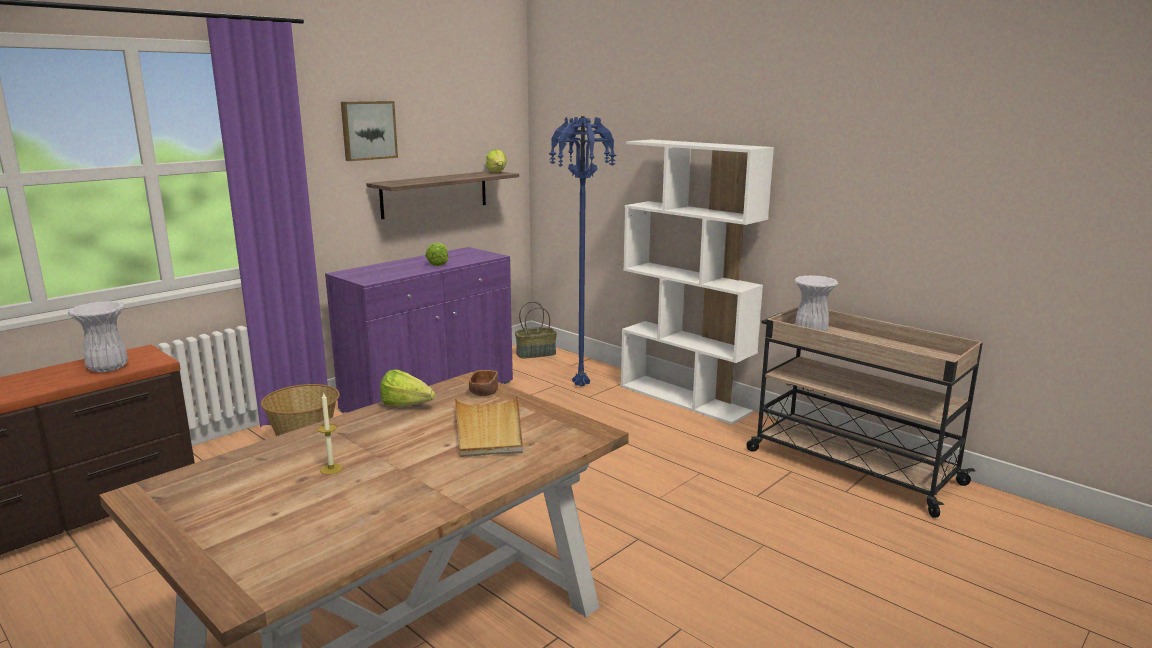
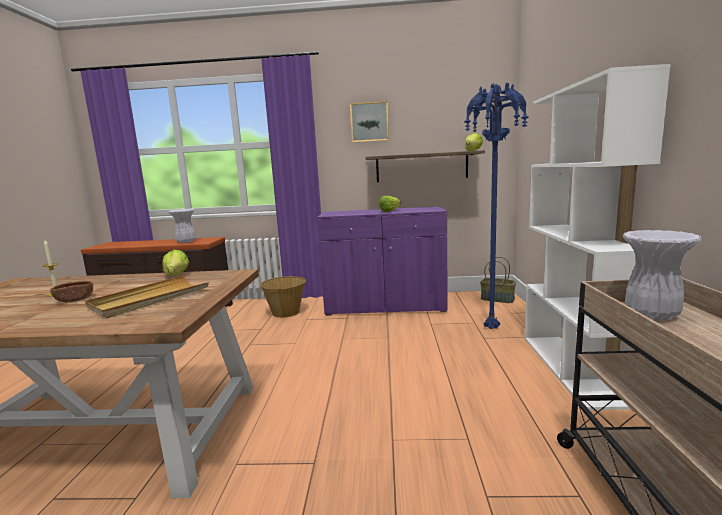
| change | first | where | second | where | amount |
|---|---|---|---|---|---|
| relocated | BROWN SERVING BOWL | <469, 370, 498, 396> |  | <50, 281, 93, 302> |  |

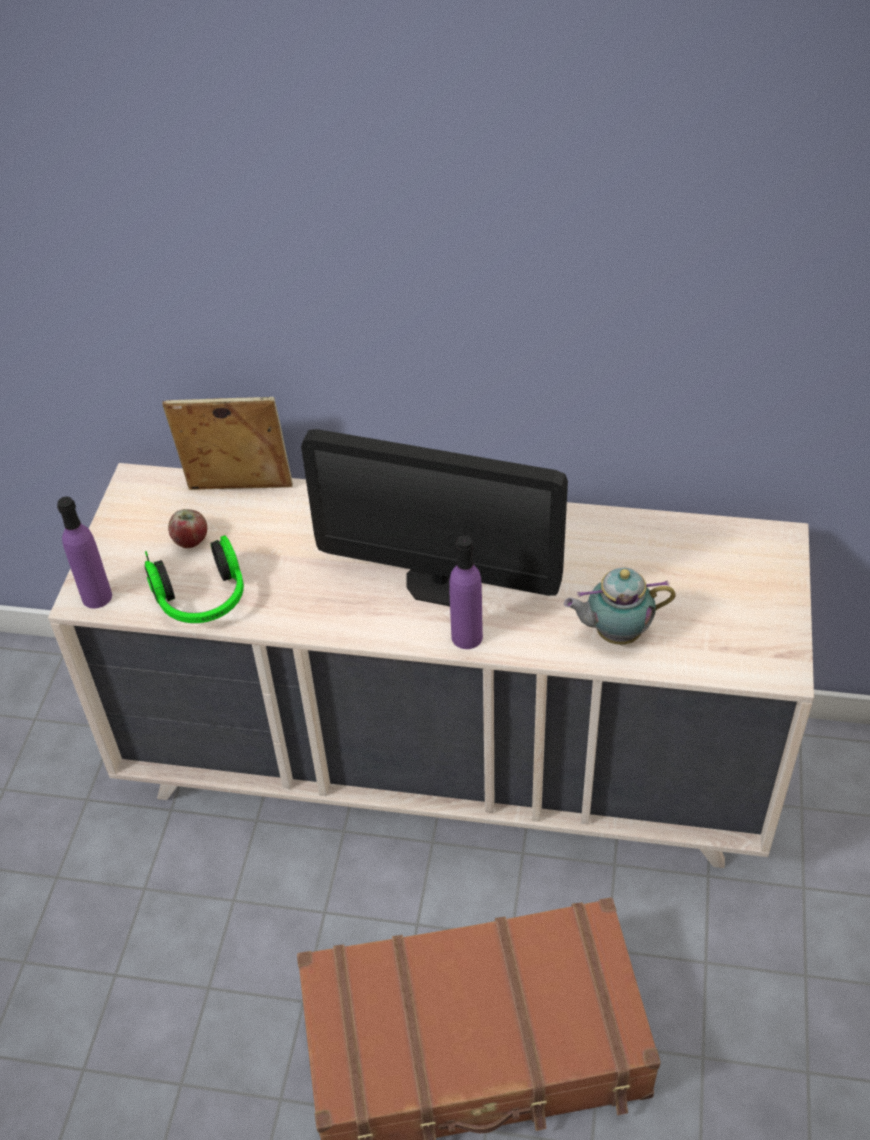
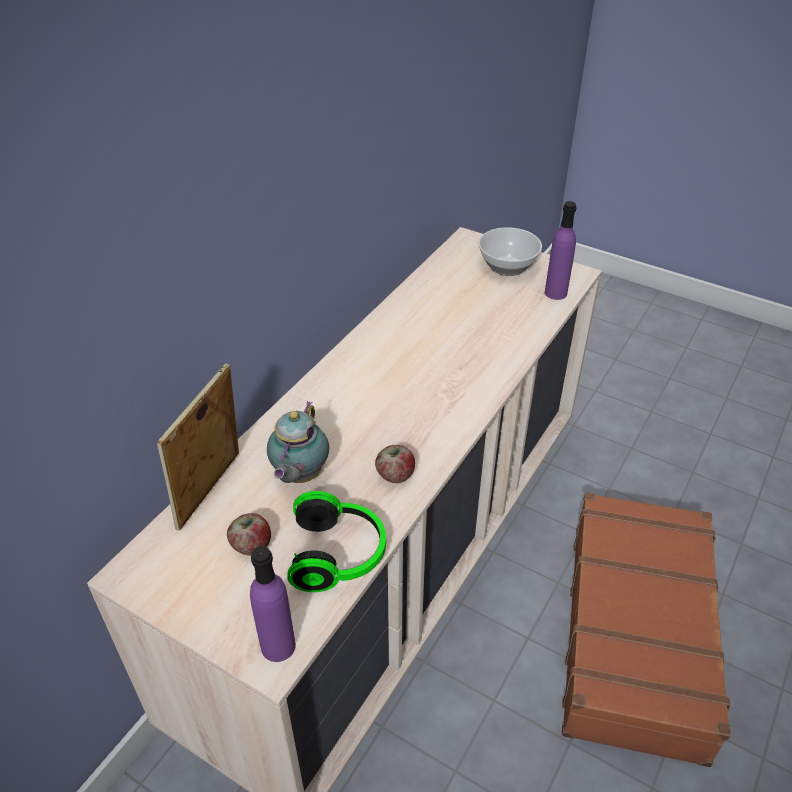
| change | first | where | second | where | amount |
|---|---|---|---|---|---|
| missing | COMPUTER SCREEN | <301, 429, 568, 606> |  |  |  |
| relocated | PURPLE BOTTLE | <449, 535, 483, 649> |  | <545, 201, 577, 300> |  |
| relocated | TEAPOT | <564, 568, 676, 645> |  | <267, 401, 329, 483> |  |
| appeared |  |  | SERVING BOWL | <478, 227, 542, 276> |  |
| appeared |  |  | WHOLE APPLE | <375, 445, 415, 483> |  |

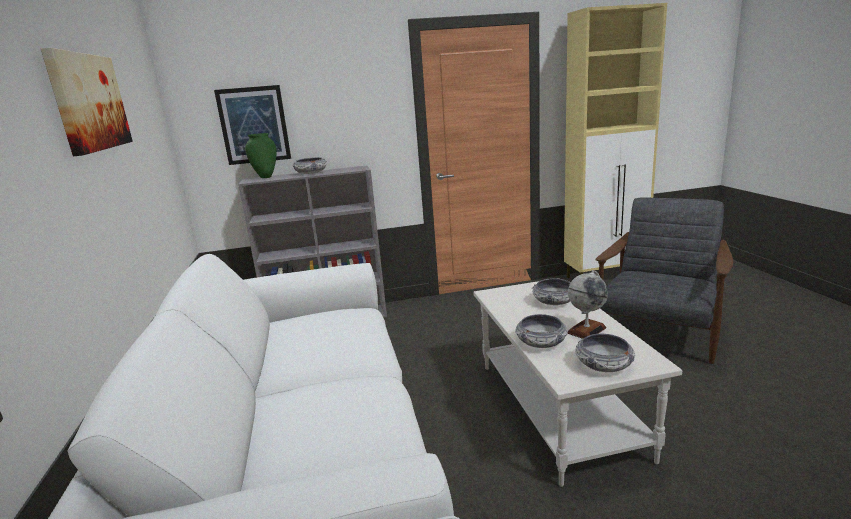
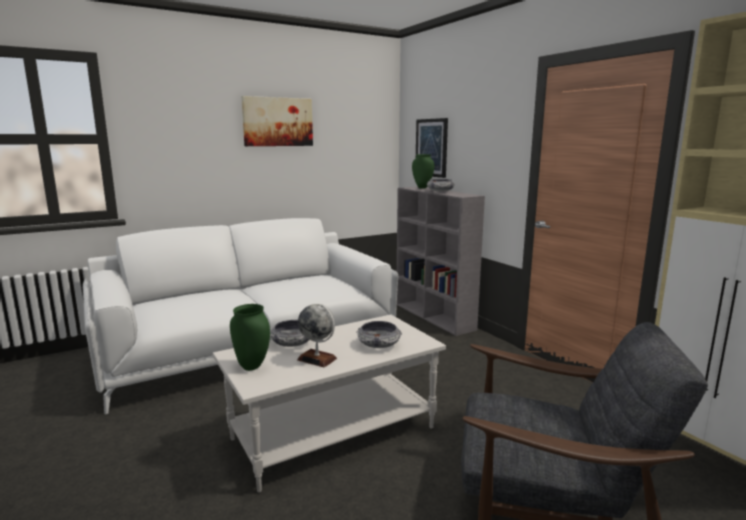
| change | first | where | second | where | amount |
|---|---|---|---|---|---|
| exchanged | SERVING BOWL | <575, 334, 635, 372> | GREEN VASE | <230, 304, 270, 371> |  |

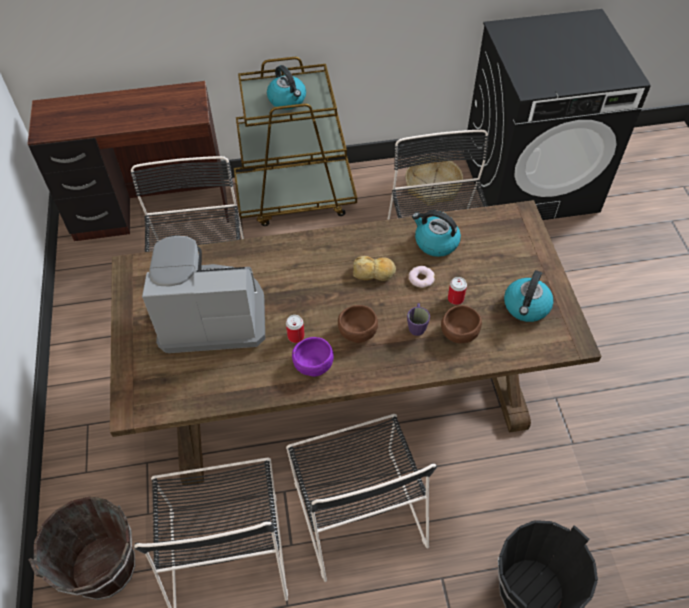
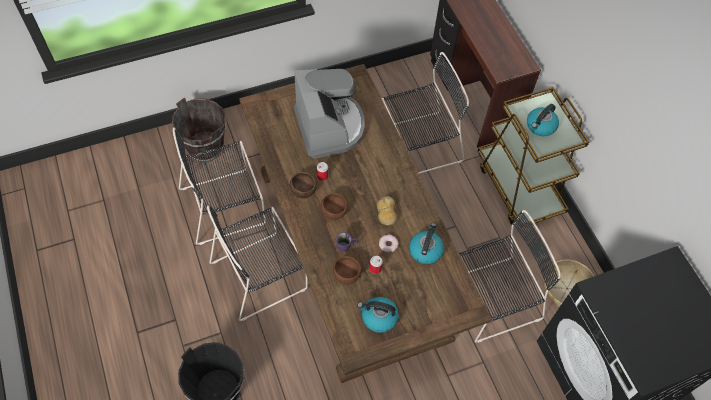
| change | first | where | second | where | amount |
|---|---|---|---|---|---|
| colour | PURPLE SERVING BOWL | <292, 337, 334, 377> | BROWN SERVING BOWL | <290, 172, 317, 199> |  |

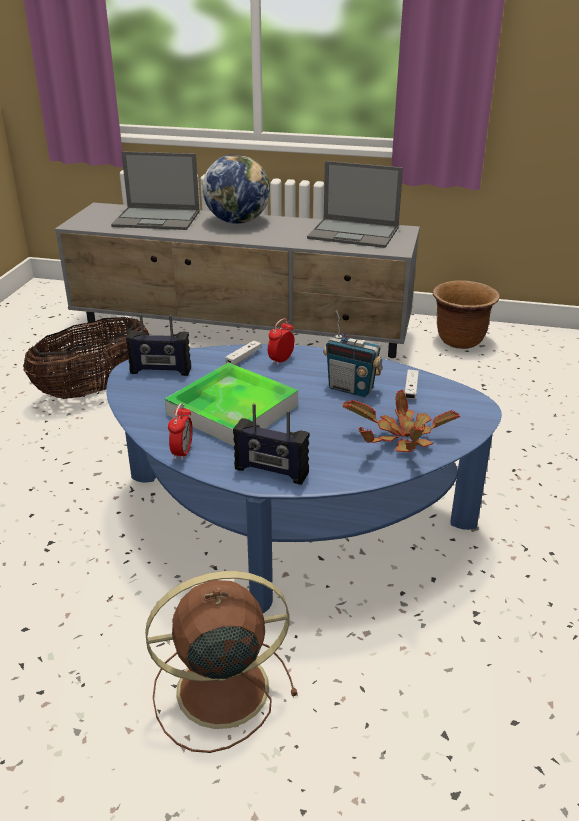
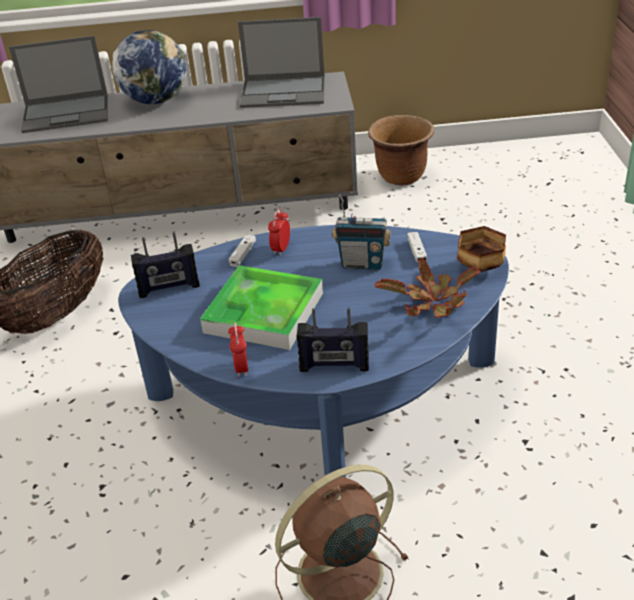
| change | first | where | second | where | amount |
|---|---|---|---|---|---|
| appeared |  |  | SERVING BOWL | <457, 226, 506, 272> |  |

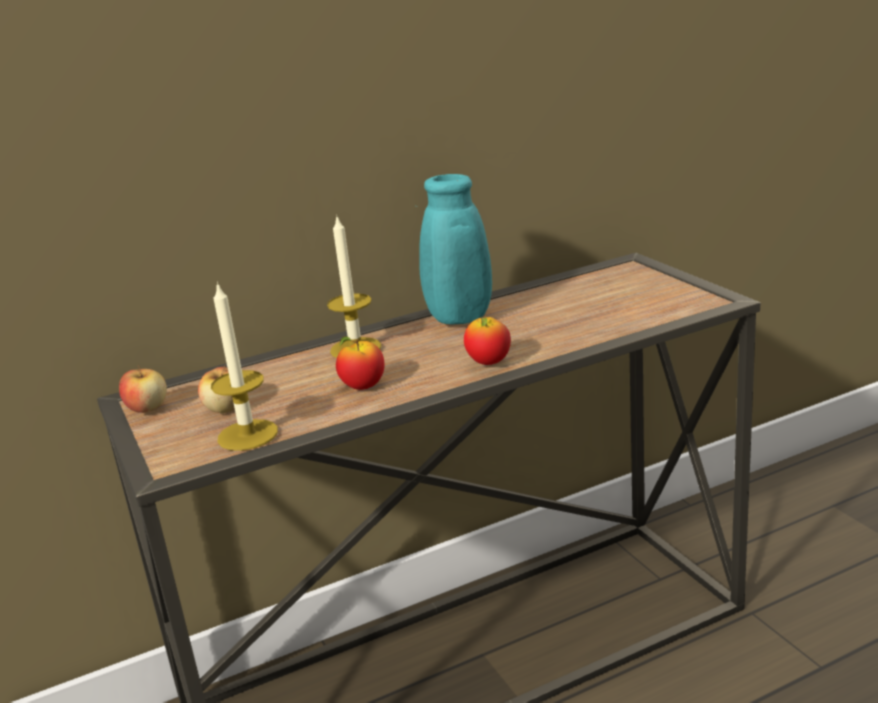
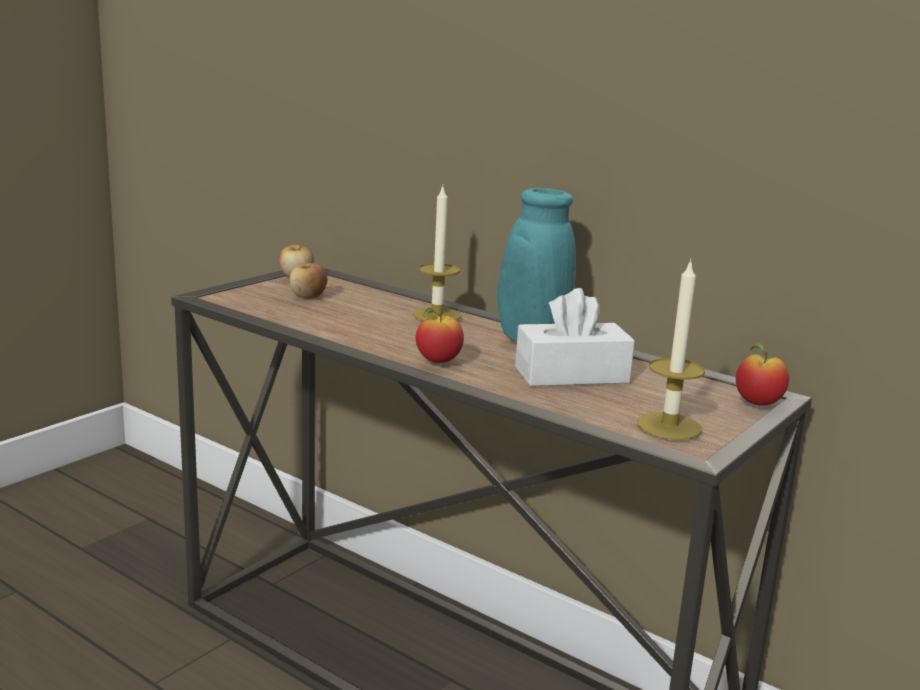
| change | first | where | second | where | amount |
|---|---|---|---|---|---|
| relocated | WAX CANDLE | <211, 282, 278, 451> |  | <638, 259, 705, 440> |  |
| relocated | WHOLE APPLE | <336, 336, 385, 390> |  | <736, 343, 789, 406> |  |
| appeared |  |  | WHITE-COLOURED TISSUE HOLDER | <515, 288, 635, 386> |  |

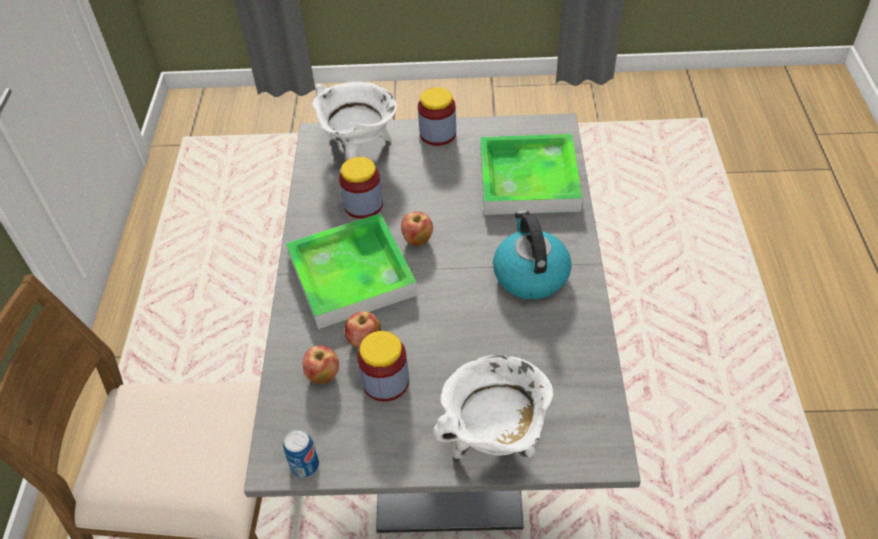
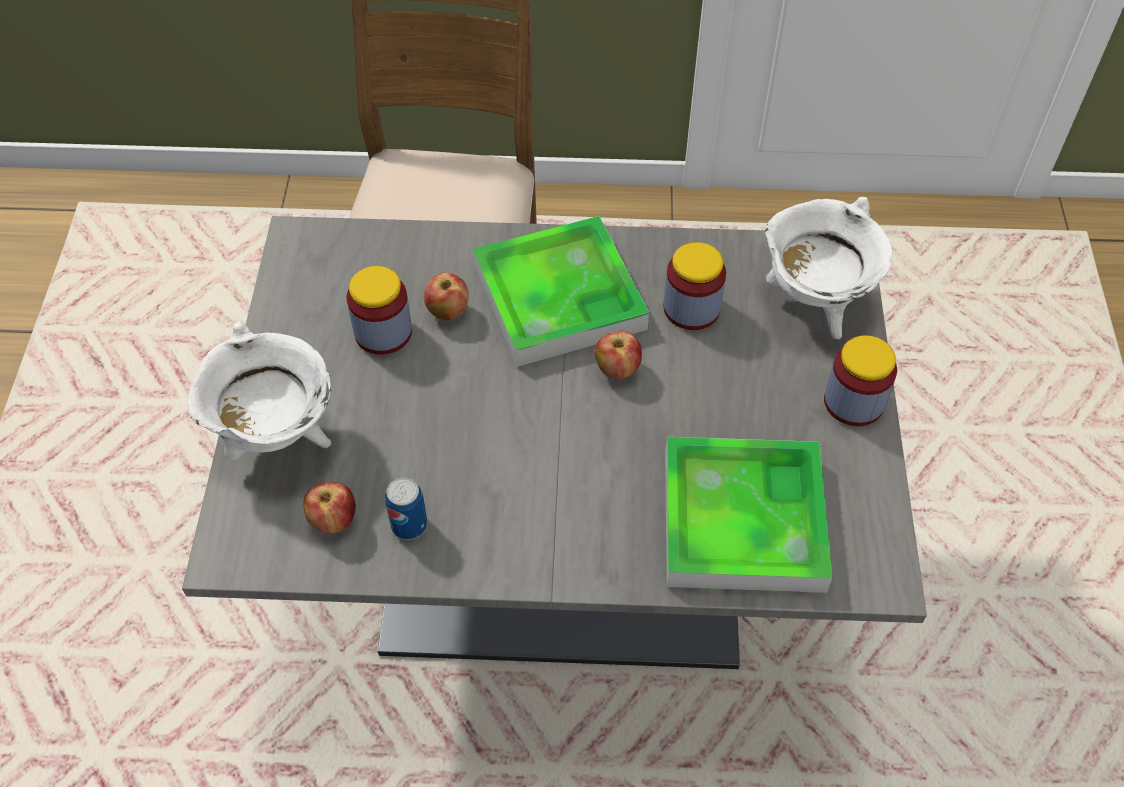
| change | first | where | second | where | amount |
|---|---|---|---|---|---|
| missing | TEA KETTLE | <493, 210, 572, 299> |  |  |  |
| relocated | WHOLE APPLE | <303, 345, 339, 384> |  | <303, 482, 356, 534> |  |
| relocated | SEALED CAN | <283, 429, 319, 478> |  | <385, 477, 427, 540> |  |

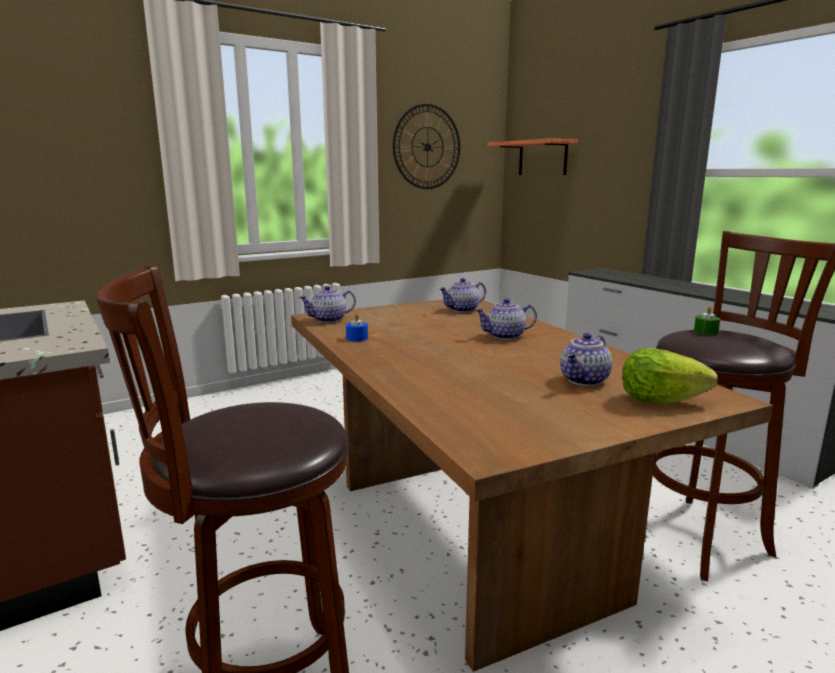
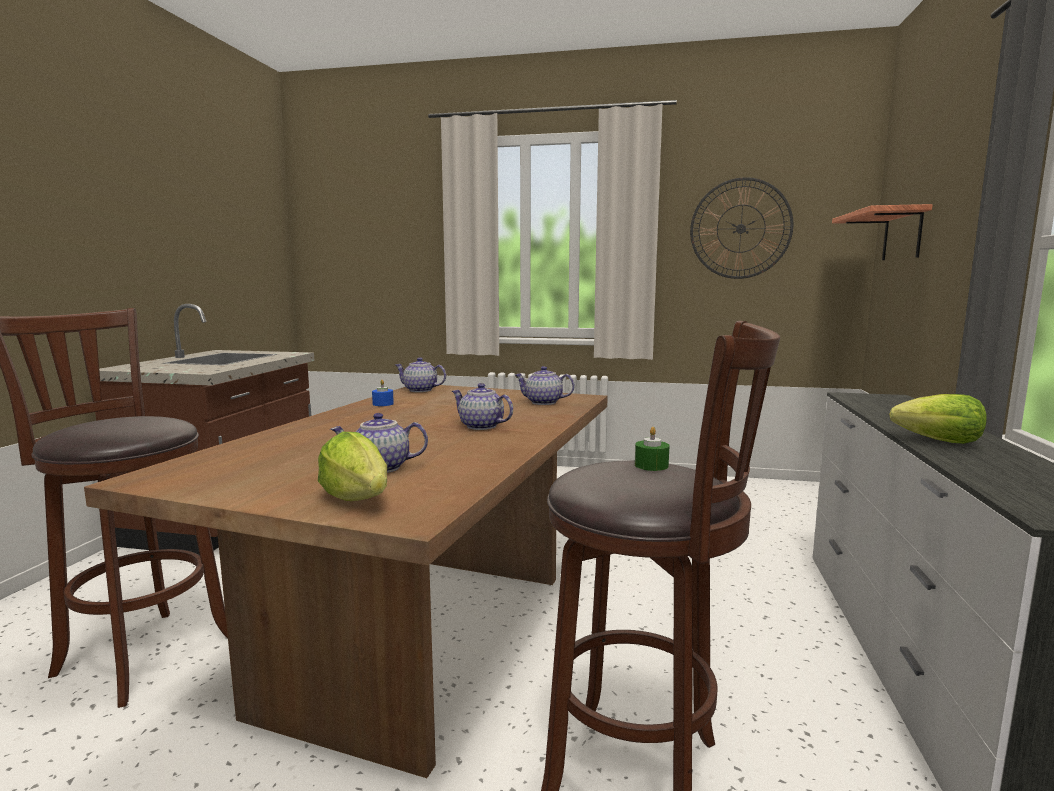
| change | first | where | second | where | amount |
|---|---|---|---|---|---|
| appeared |  |  | HEAD OF LETTUCE | <889, 394, 987, 444> |  |

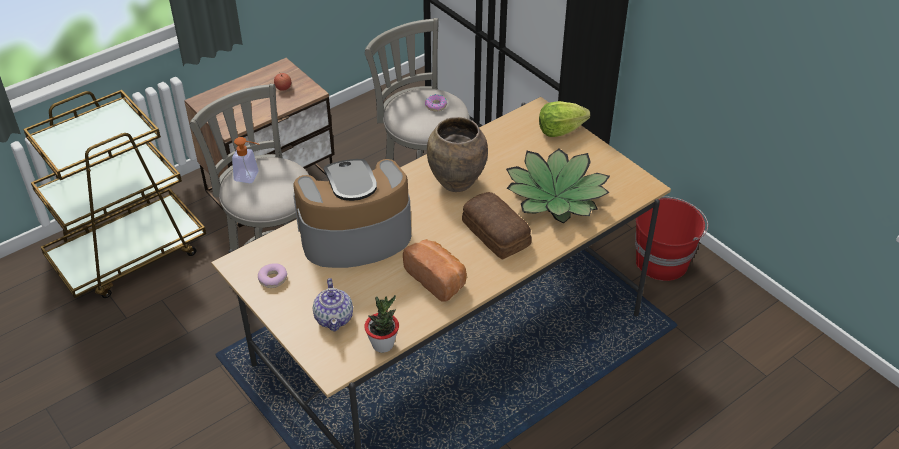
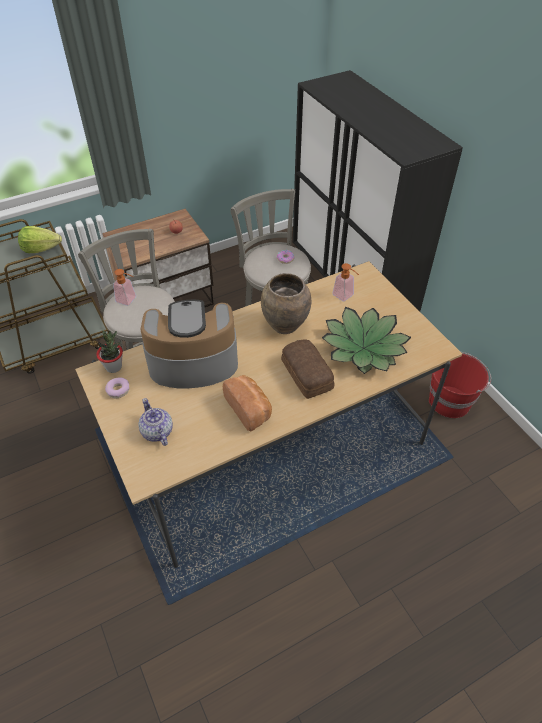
| change | first | where | second | where | amount |
|---|---|---|---|---|---|
| relocated | HEAD OF LETTUCE | <539, 101, 590, 137> |  | <18, 226, 62, 253> |  |
| spun | TEAPOT | <313, 278, 353, 331> |  | <138, 398, 173, 446> | 150 degrees clockwise |
| relocated | HOUSEPLANT | <364, 295, 399, 353> |  | <96, 330, 123, 373> |  |
| appeared |  |  | SOAP BOTTLE | <332, 263, 359, 301> |  |

